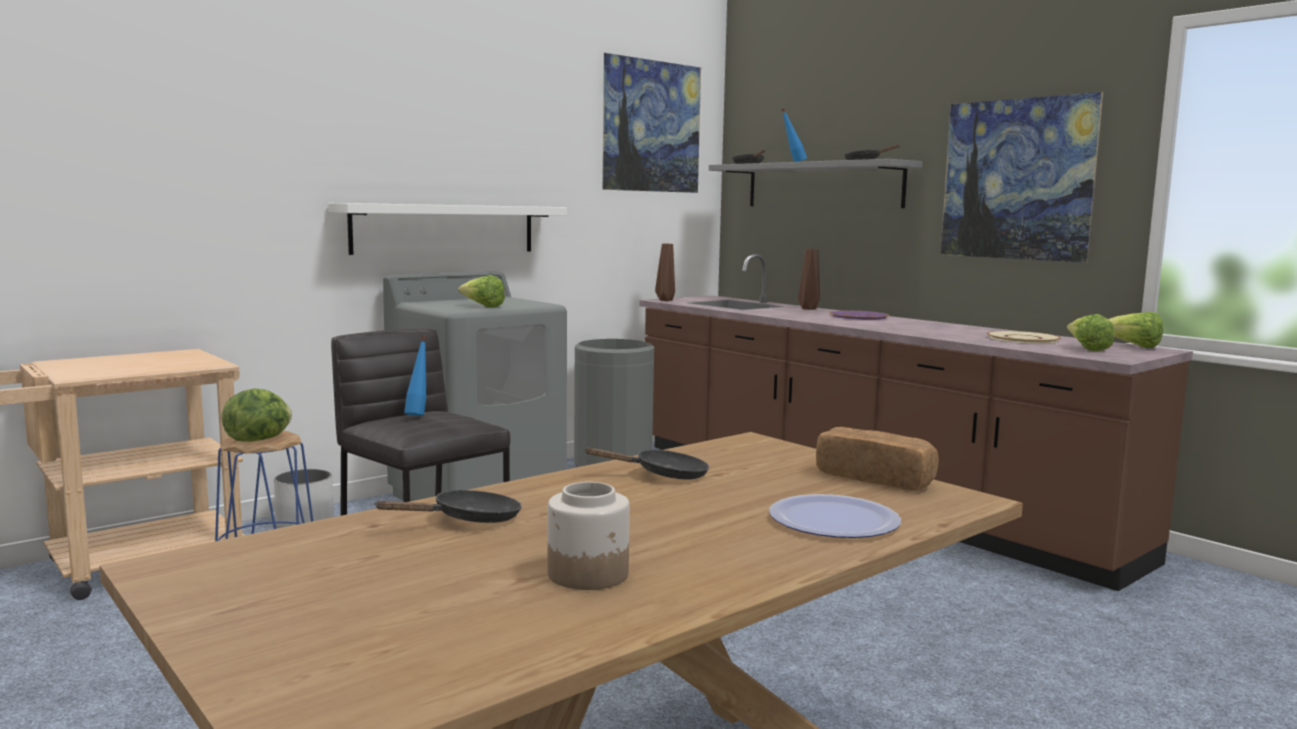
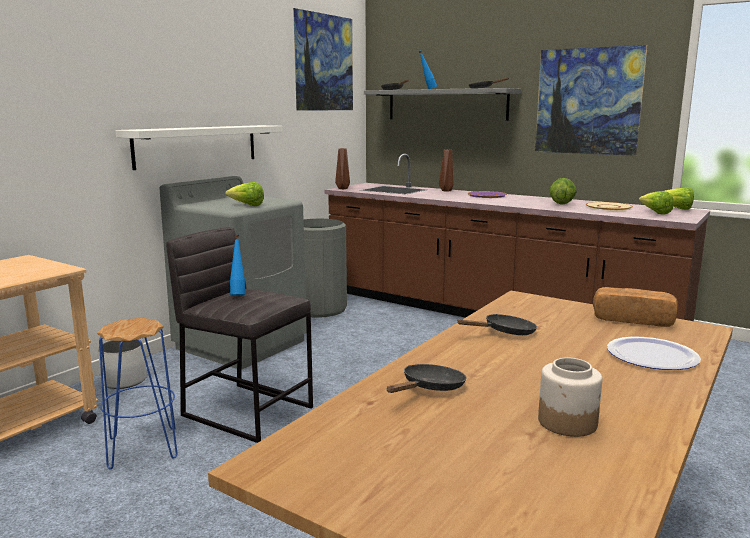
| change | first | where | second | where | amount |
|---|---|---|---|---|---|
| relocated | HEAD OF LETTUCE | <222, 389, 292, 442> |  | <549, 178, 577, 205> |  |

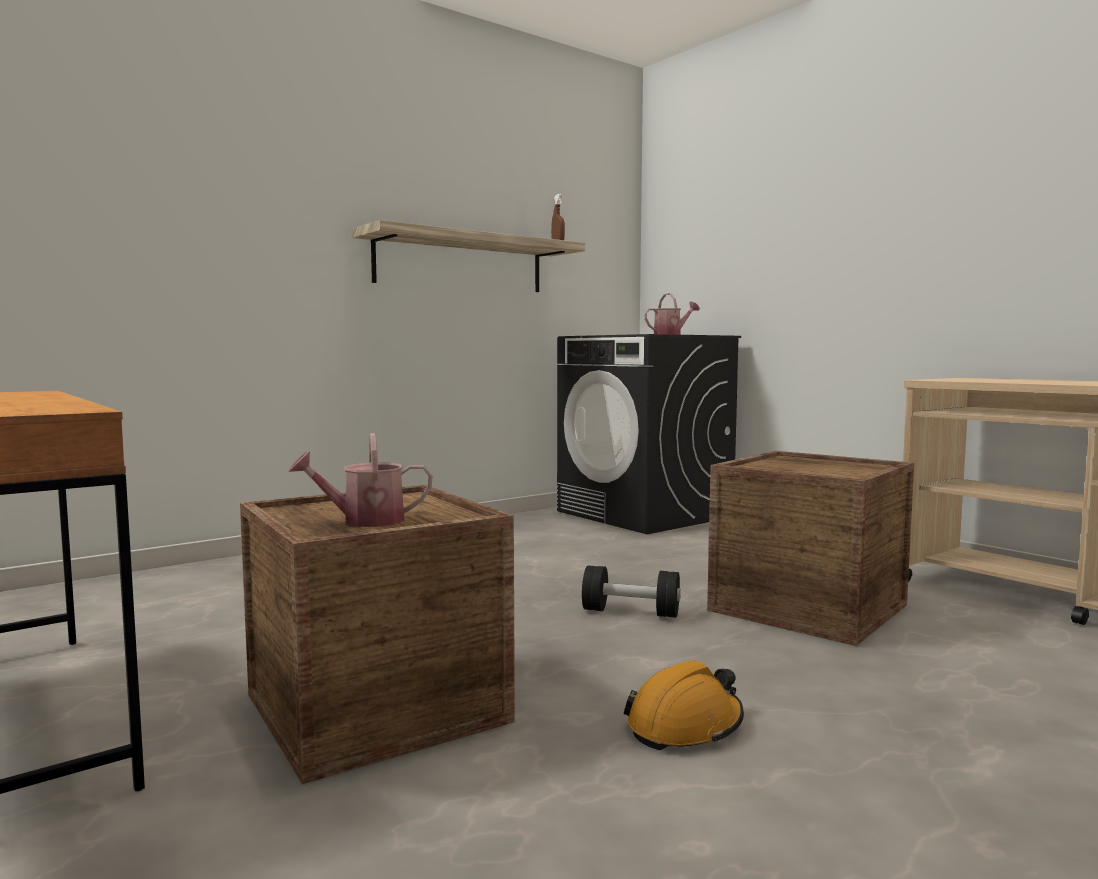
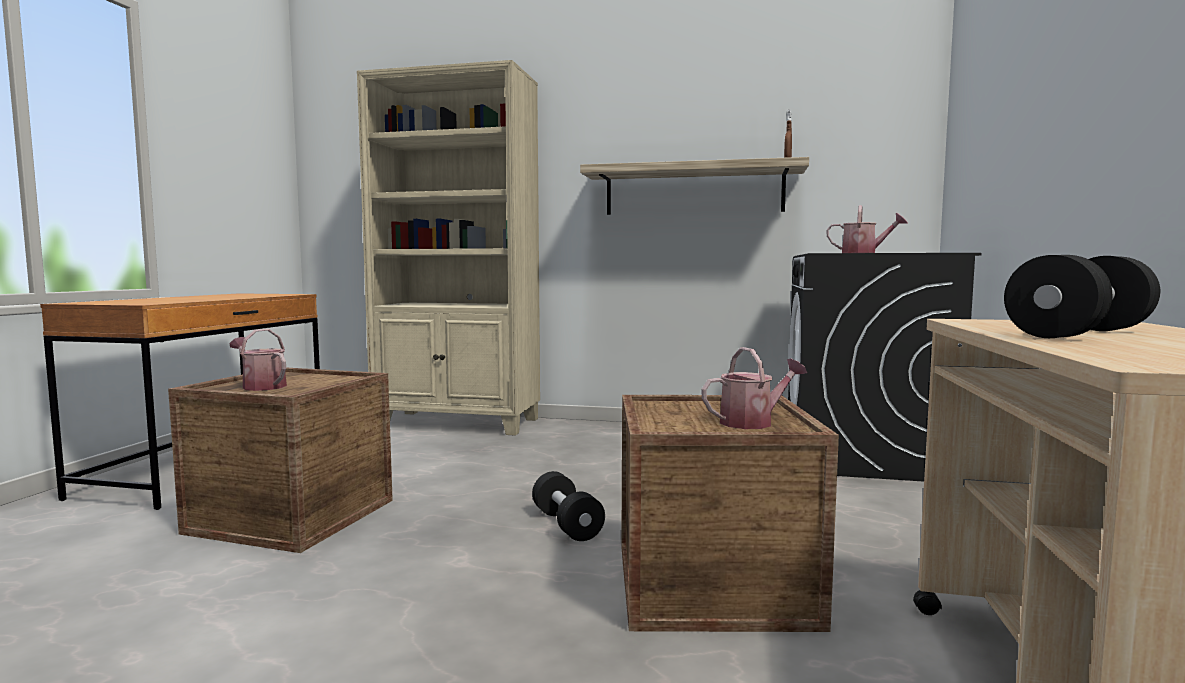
| change | first | where | second | where | amount |
|---|---|---|---|---|---|
| missing | ORANGE SAFETY HELMET | <624, 660, 744, 750> |  |  |  |
| appeared |  |  | SAND-COLOURED BOOKCASE | <357, 60, 540, 436> |  |
| appeared |  |  | BLACKISH HAND WEIGHT | <1004, 255, 1160, 338> |  |
| appeared |  |  | WATERING CAN | <701, 347, 807, 429> |  |

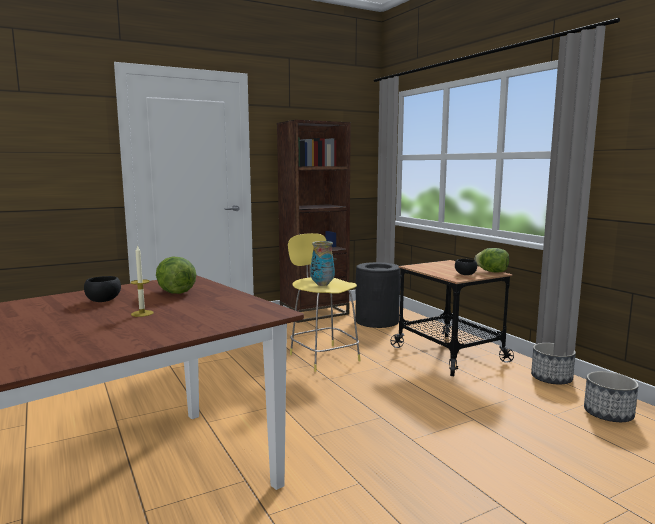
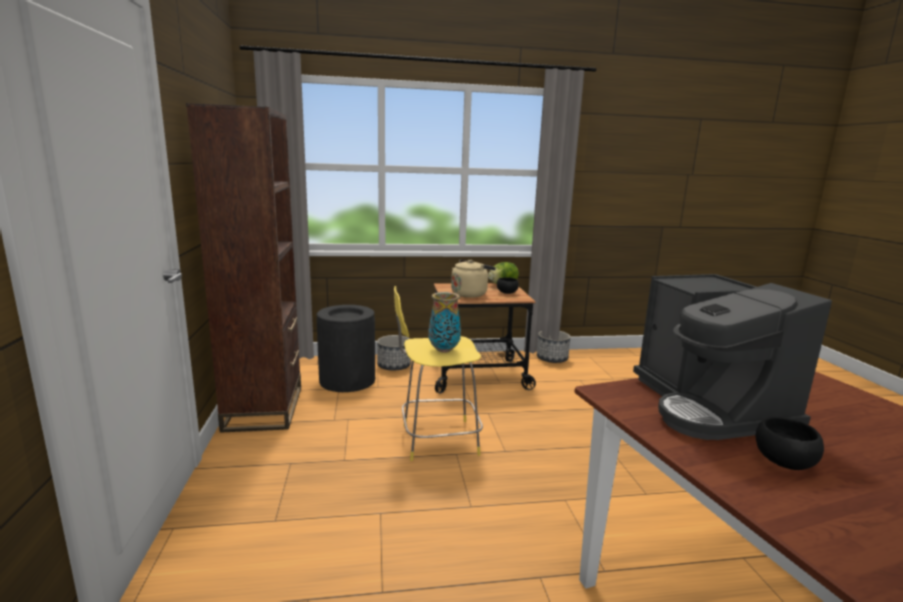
| change | first | where | second | where | amount |
|---|---|---|---|---|---|
| missing | WAX CANDLE | <130, 245, 154, 317> |  |  |  |
| exchanged | HEAD OF LETTUCE | <156, 256, 197, 294> | COFFEE MAKER | <633, 274, 832, 440> |  |
| relocated | PLANTER | <584, 371, 639, 422> |  | <377, 335, 411, 371> |  |
| appeared |  |  | SAND-COLOURED TEA KETTLE | <451, 259, 496, 298> |  |

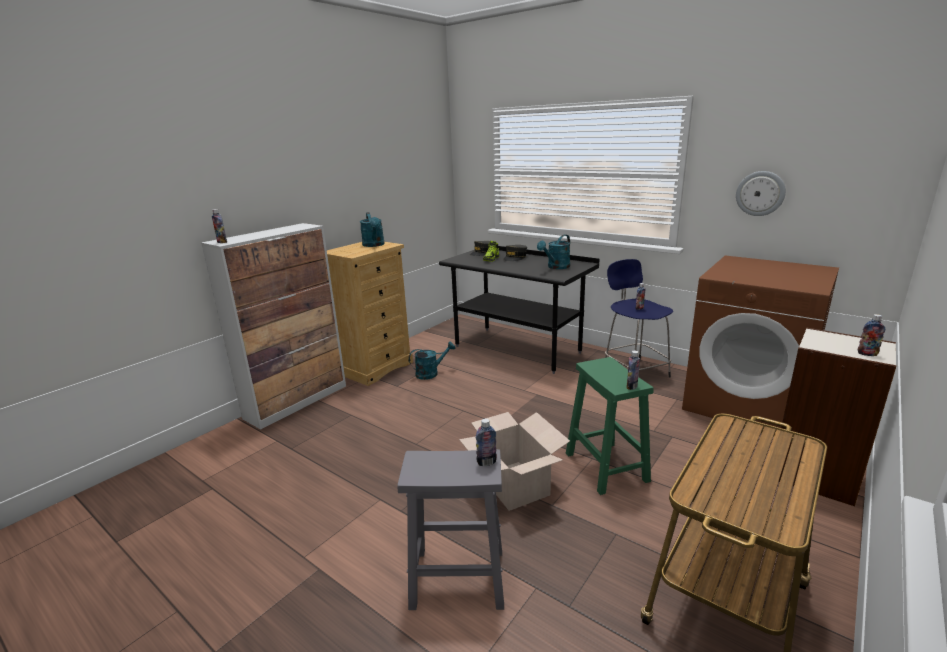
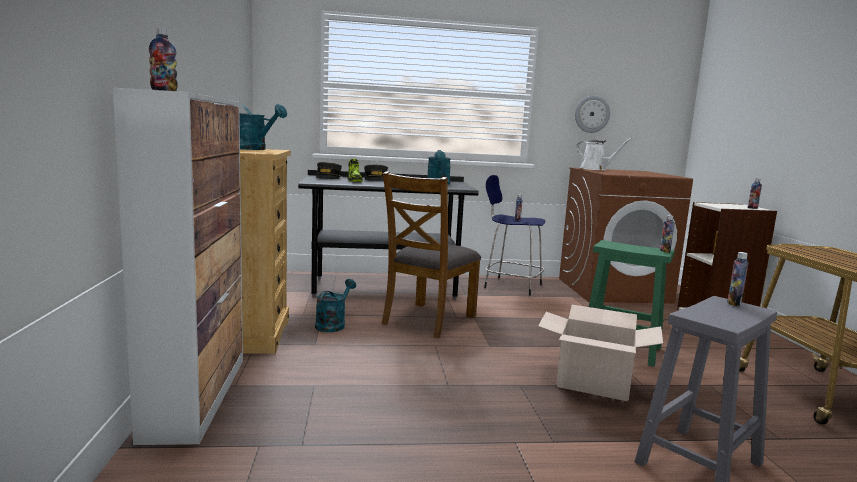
| change | first | where | second | where | amount |
|---|---|---|---|---|---|
| appeared |  |  | WHITE-COLOURED WATERING CAN | <576, 138, 632, 170> |  |
| appeared |  |  | BROWN CHAIR | <381, 171, 481, 338> |  |

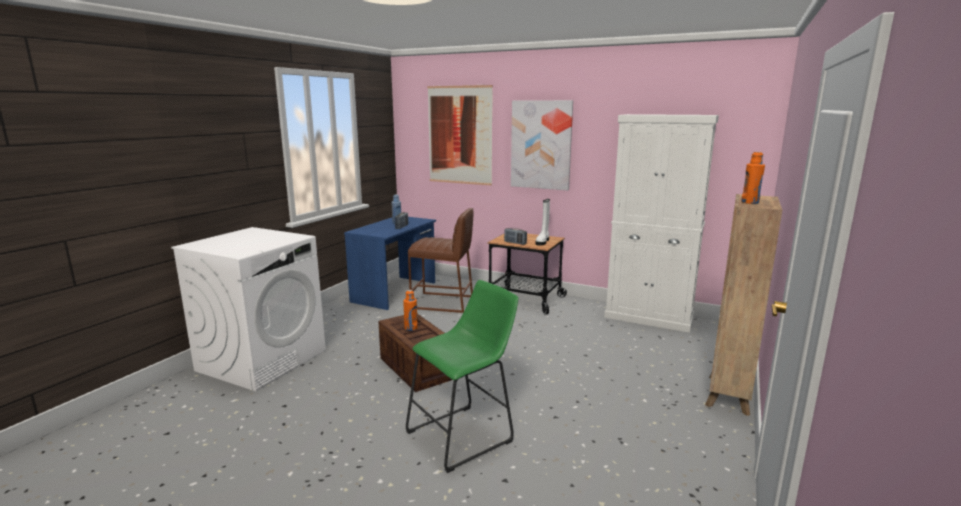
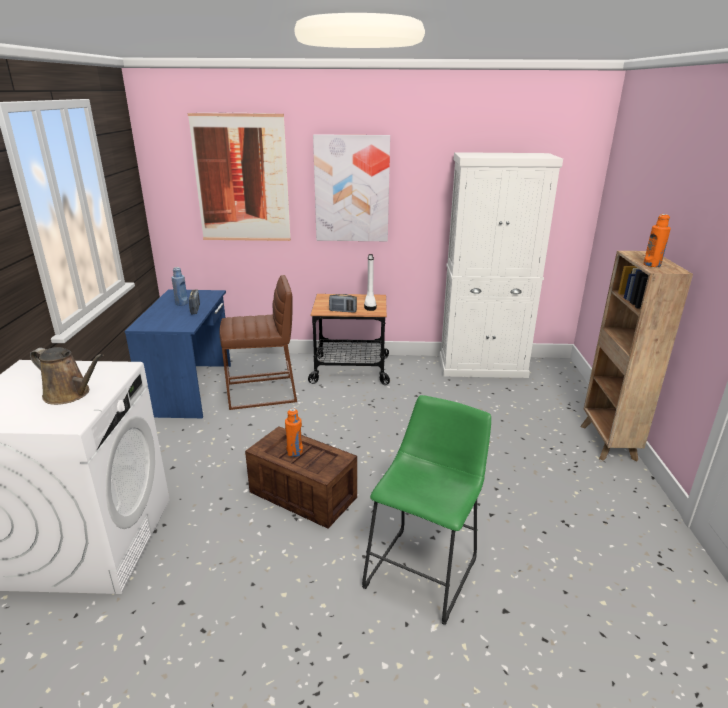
| change | first | where | second | where | amount |
|---|---|---|---|---|---|
| appeared |  |  | BROWN WATERING CAN | <30, 347, 103, 405> |  |

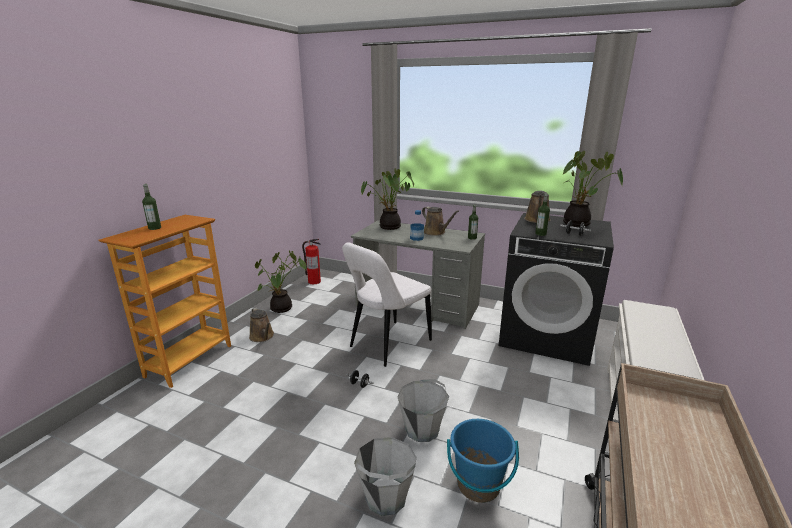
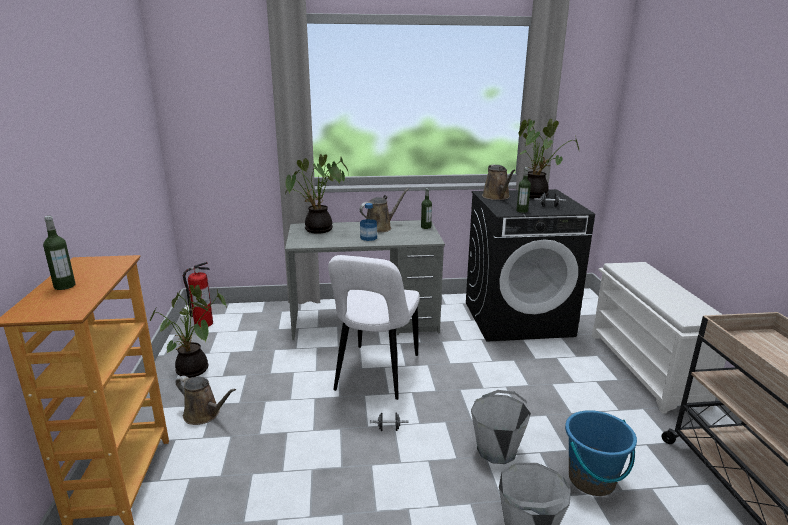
| change | first | where | second | where | amount |
|---|---|---|---|---|---|
| spun | BROWN WATERING CAN | <422, 207, 459, 236> |  | <360, 188, 409, 232> | 60 degrees counterclockwise |

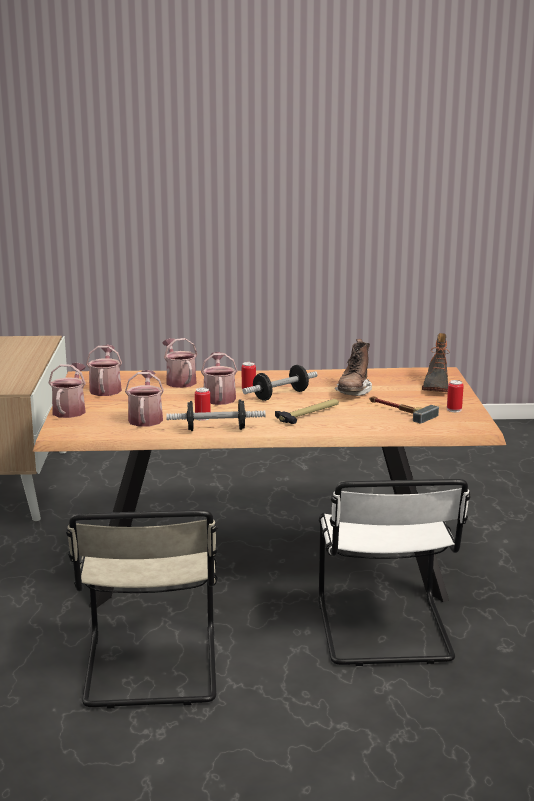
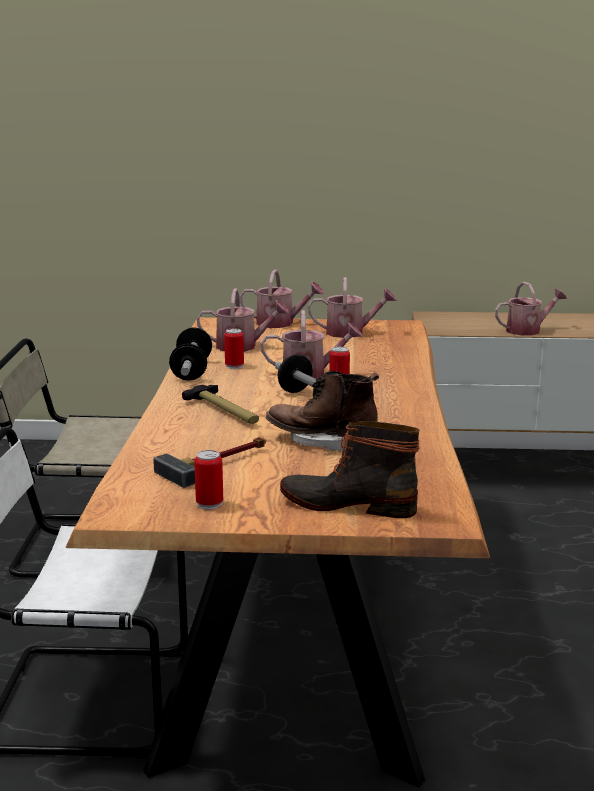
| change | first | where | second | where | amount |
|---|---|---|---|---|---|
| relocated | WATERING CAN | <162, 338, 197, 388> |  | <495, 282, 567, 335> |  |

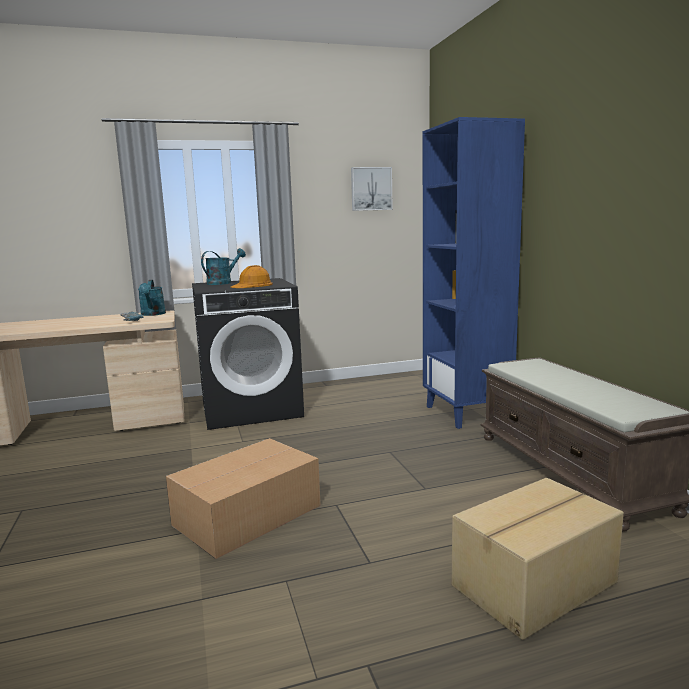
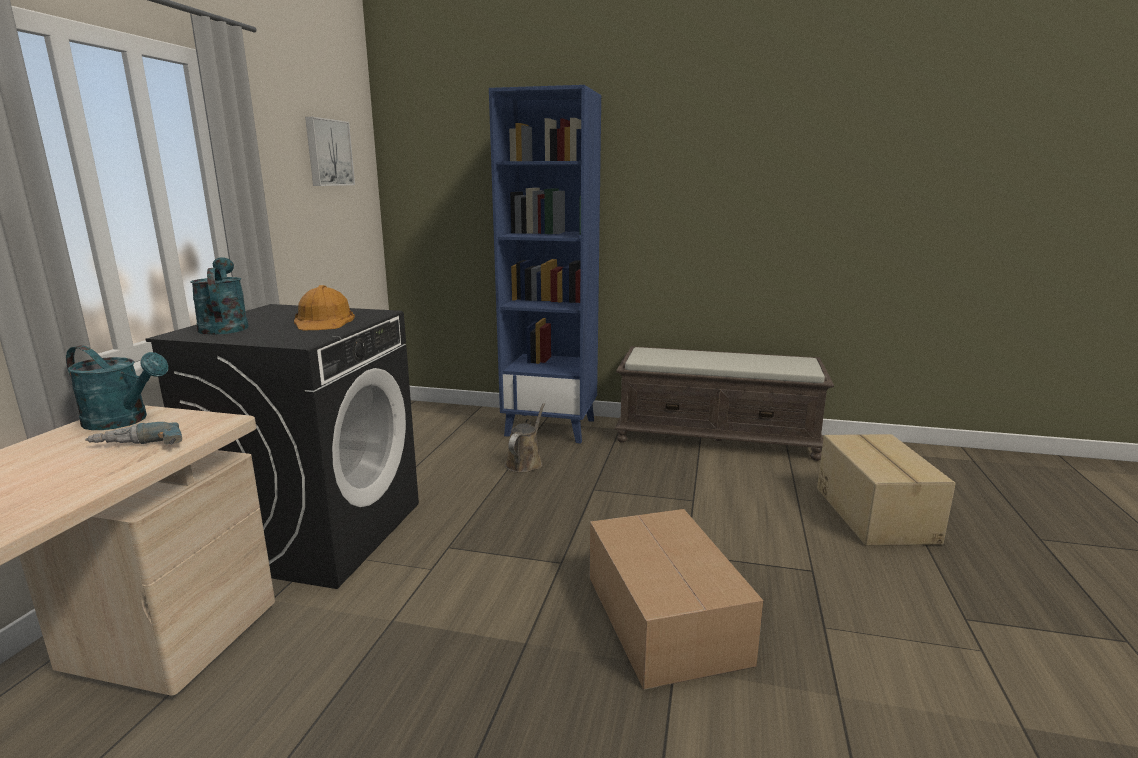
| change | first | where | second | where | amount |
|---|---|---|---|---|---|
| appeared |  |  | BROWN WATERING CAN | <505, 403, 545, 473> |  |

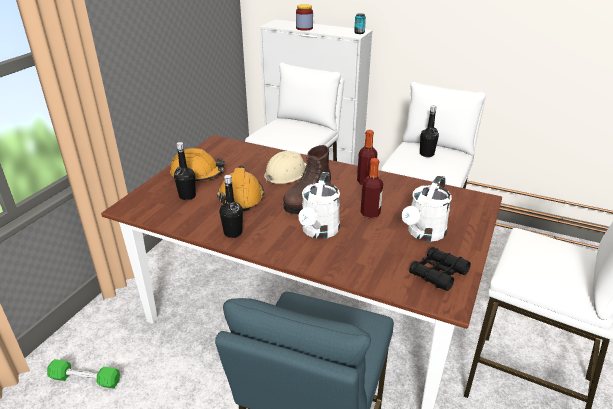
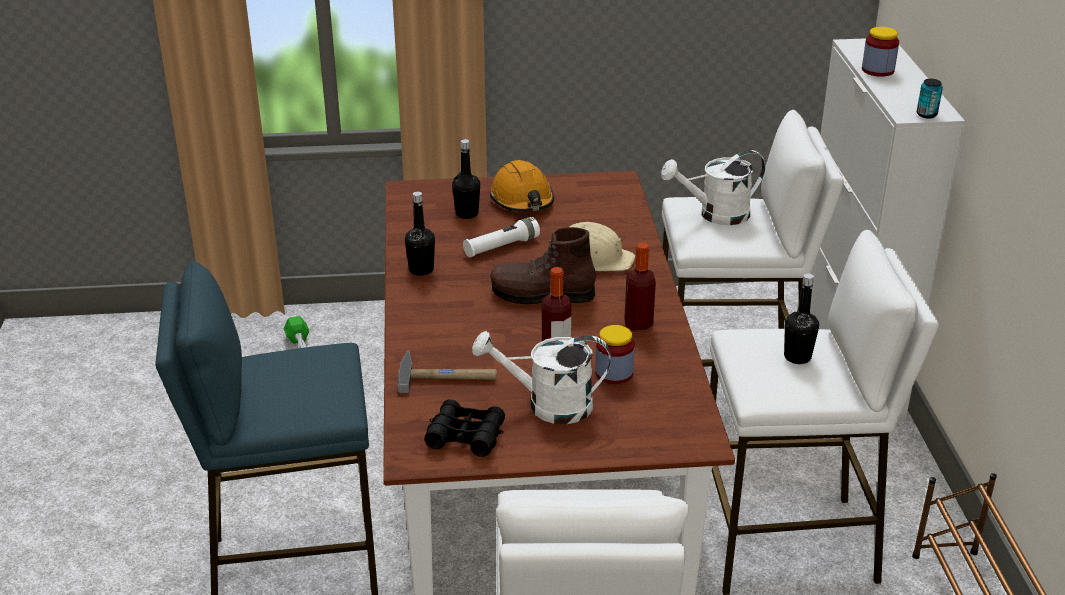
| change | first | where | second | where | amount |
|---|---|---|---|---|---|
| exchanged | ORANGE SAFETY HELMET | <217, 165, 264, 211> | WHITE-COLOURED TORCH | <463, 217, 540, 257> |  |
| relocated | WHITE-COLOURED WATERING CAN | <299, 172, 340, 239> |  | <661, 150, 765, 225> |  |
| appeared |  |  | STORAGE JAR | <595, 325, 635, 384> |  |
| appeared |  |  | TOOL HAMMER | <397, 351, 497, 393> |  |

